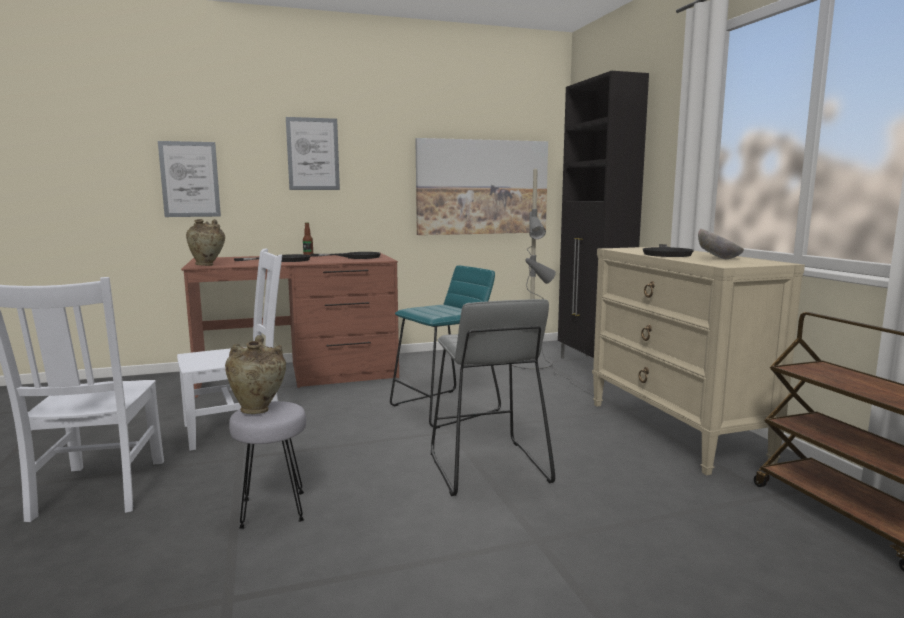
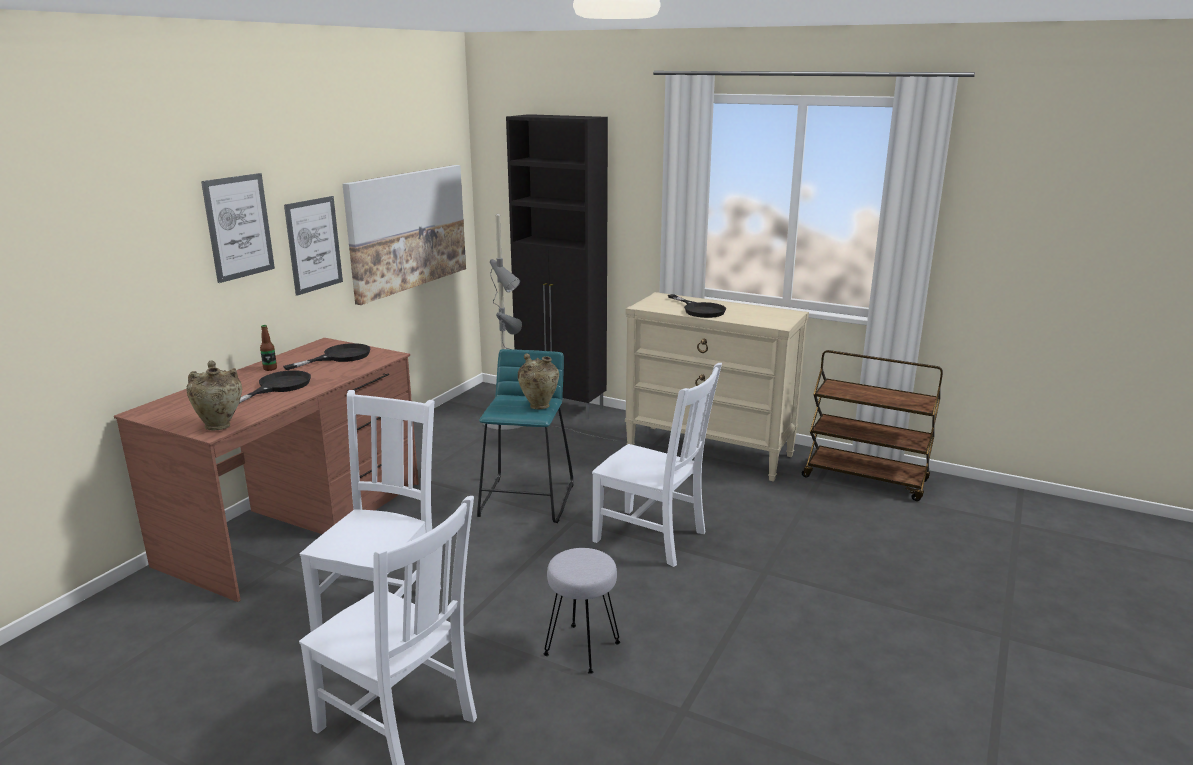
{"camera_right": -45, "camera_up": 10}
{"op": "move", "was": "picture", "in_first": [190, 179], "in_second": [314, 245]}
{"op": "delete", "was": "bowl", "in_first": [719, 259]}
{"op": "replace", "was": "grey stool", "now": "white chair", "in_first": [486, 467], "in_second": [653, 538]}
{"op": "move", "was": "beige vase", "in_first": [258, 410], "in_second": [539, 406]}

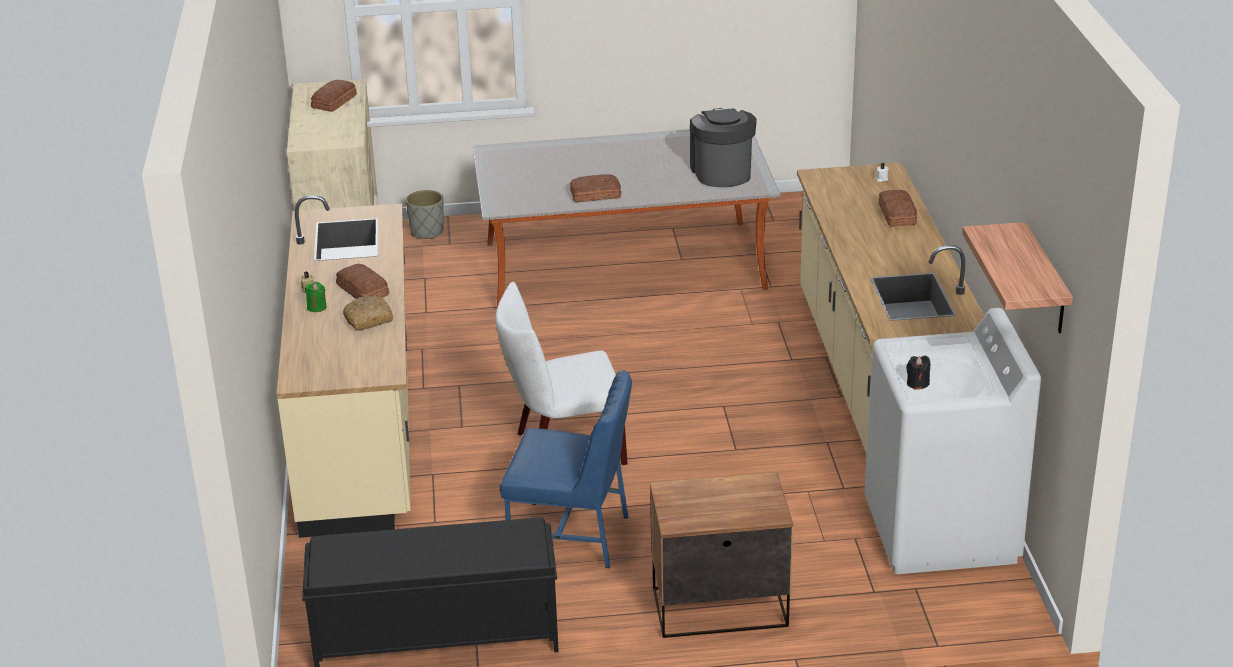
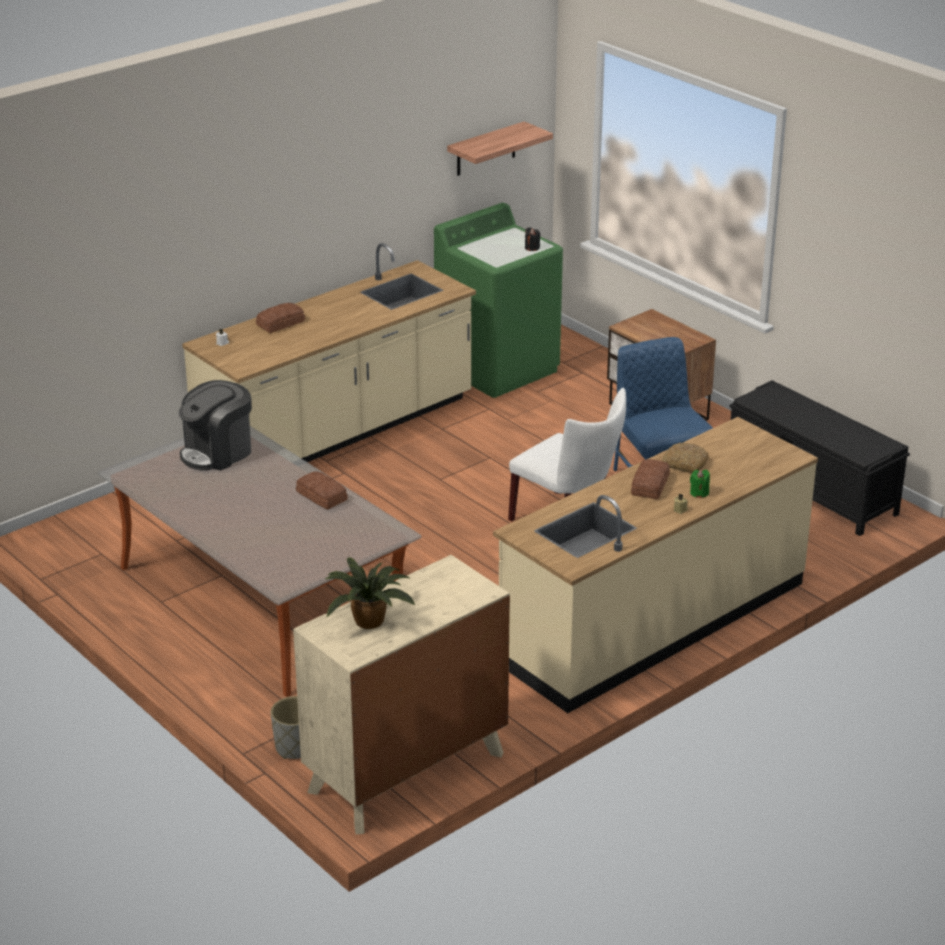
{"camera_right": -125, "camera_up": 0}
{"op": "replace", "was": "bread", "now": "potted plant", "in_first": [335, 101], "in_second": [369, 619]}
{"op": "recolor", "was": "white washing machine", "now": "green washing machine", "in_first": [941, 531], "in_second": [497, 368]}

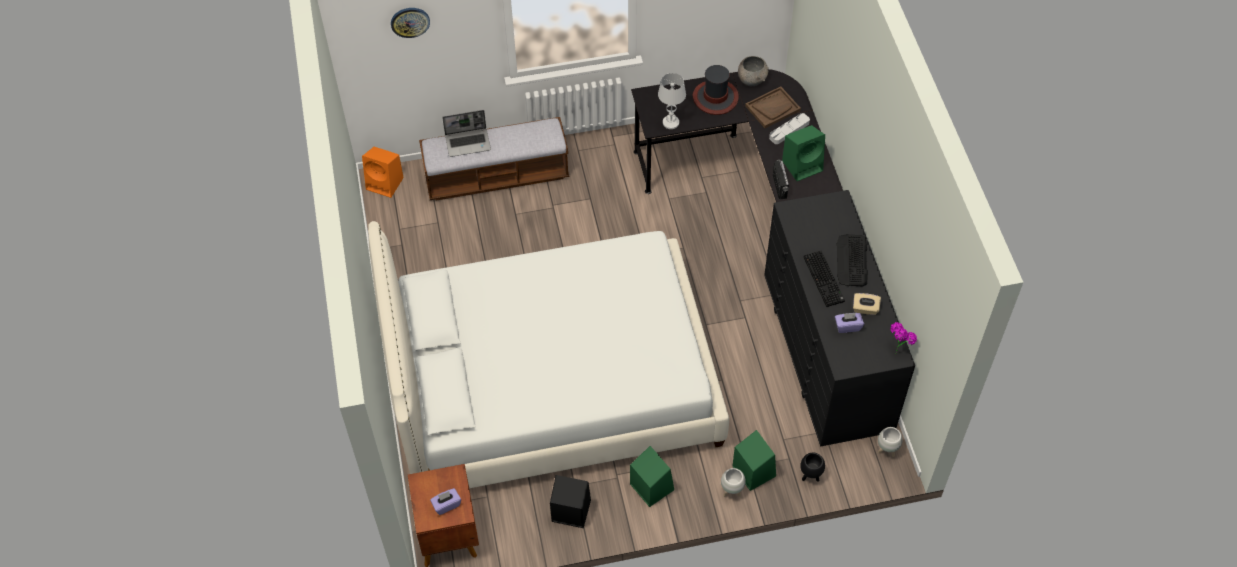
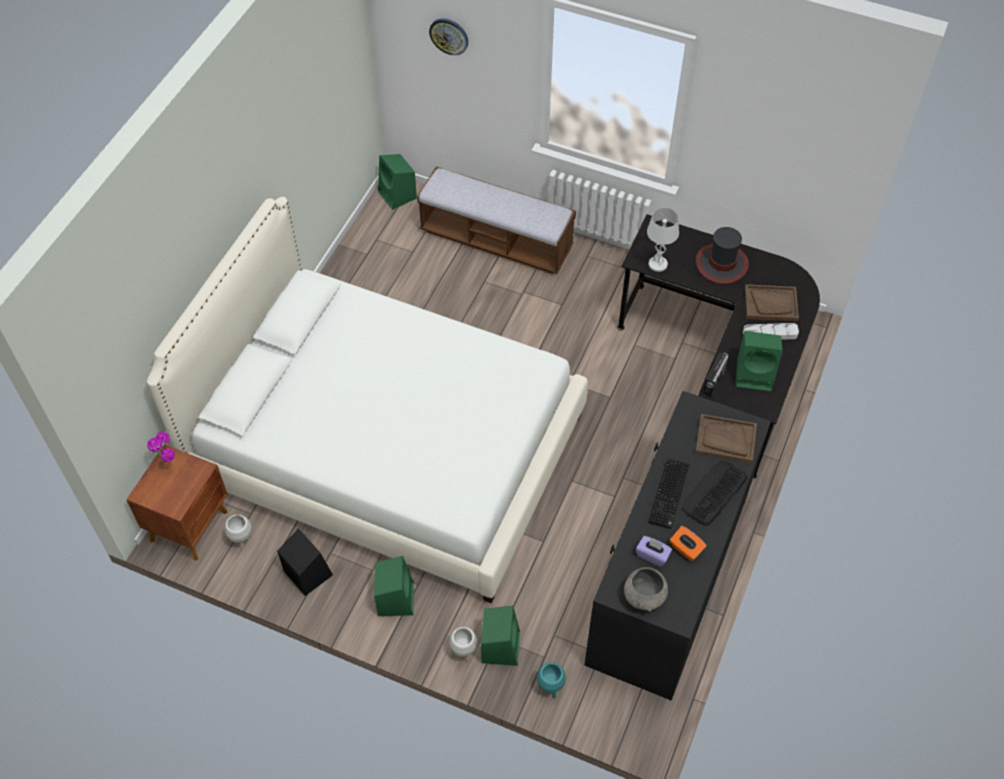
{"camera_right": 35, "camera_up": 0}
{"op": "move", "was": "grey bowl", "in_first": [752, 80], "in_second": [644, 597]}
{"op": "delete", "was": "laptop", "in_first": [468, 142]}
{"op": "recolor", "was": "orange speaker", "now": "green speaker", "in_first": [386, 183], "in_second": [398, 195]}
{"op": "recolor", "was": "beige tissue box", "now": "orange tissue box", "in_first": [865, 309], "in_second": [686, 549]}
{"op": "move", "was": "potted plant", "in_first": [897, 350], "in_second": [169, 463]}
{"op": "move", "was": "white planter", "in_first": [886, 451], "in_second": [242, 541]}
{"op": "recolor", "was": "black planter", "now": "turquoise planter", "in_first": [810, 476], "in_second": [550, 687]}
{"op": "delete", "was": "purple tissue box", "in_first": [446, 505]}
{"op": "insert", "now": "brown tray", "in_second": [725, 439]}

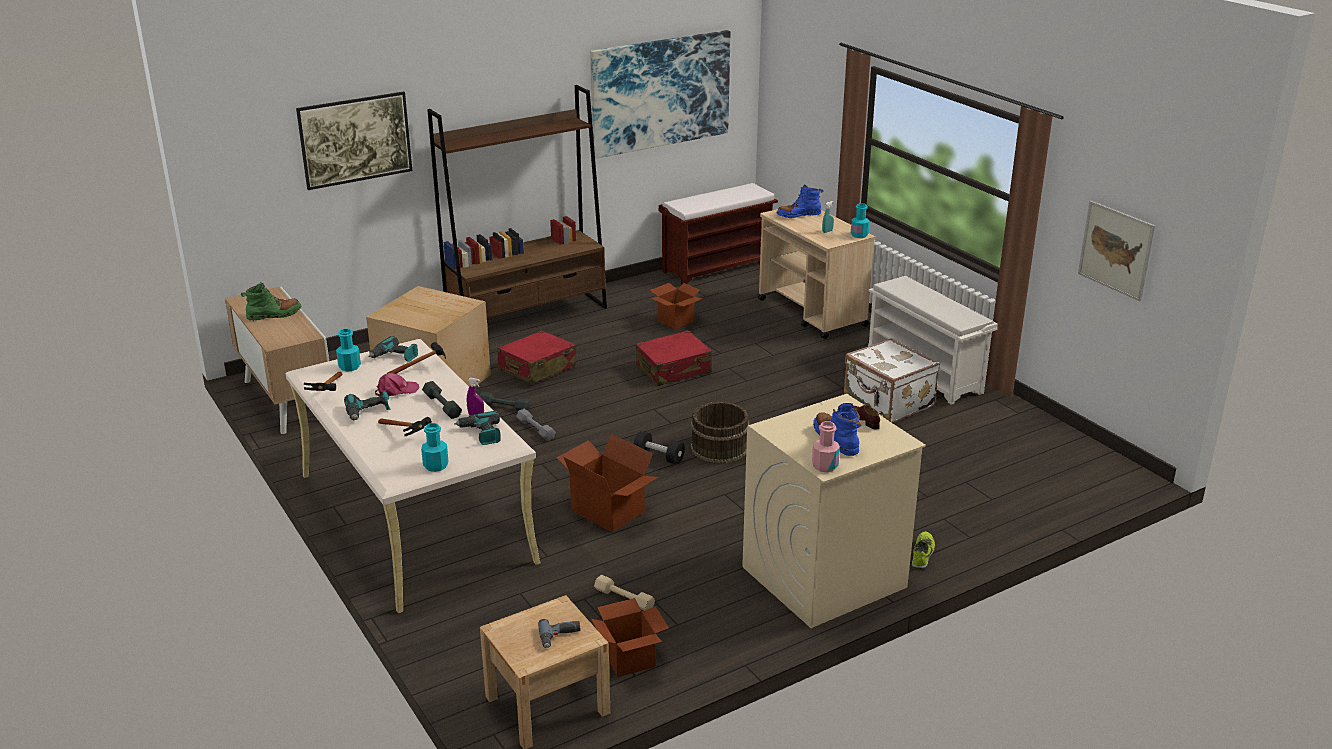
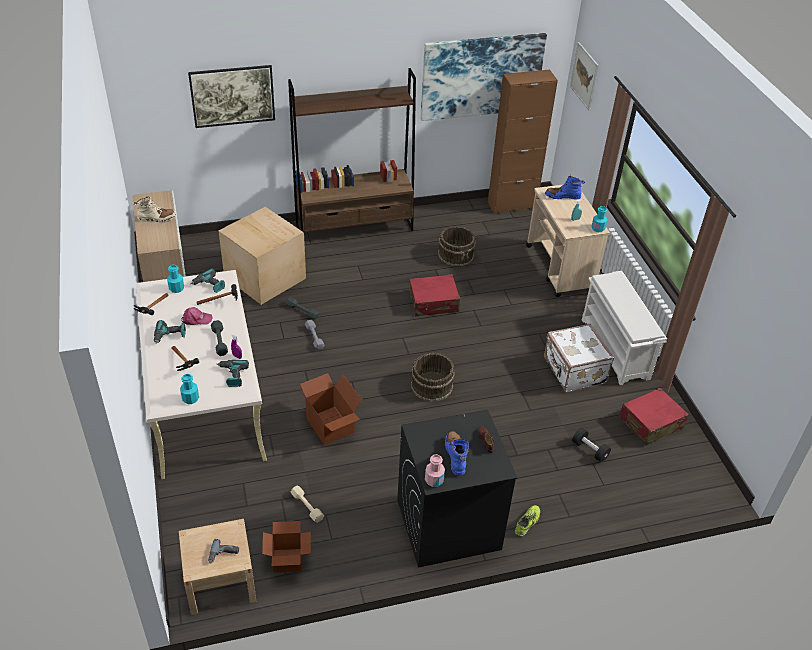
{"camera_right": 15, "camera_up": 15}
{"op": "replace", "was": "brown bench", "now": "brown cabinet", "in_first": [717, 266], "in_second": [512, 205]}
{"op": "move", "was": "picture", "in_first": [1116, 250], "in_second": [584, 76]}
{"op": "recolor", "was": "green boot", "now": "beige boot", "in_first": [274, 315], "in_second": [156, 218]}
{"op": "replace", "was": "cardboard box", "now": "brown bucket", "in_first": [675, 321], "in_second": [456, 254]}
{"op": "move", "was": "red suitcase", "in_first": [537, 368], "in_second": [650, 423]}
{"op": "recolor", "was": "beige washing machine", "now": "black washing machine", "in_first": [823, 577], "in_second": [447, 525]}
{"op": "move", "was": "black dumbbell", "in_first": [658, 457], "in_second": [589, 450]}

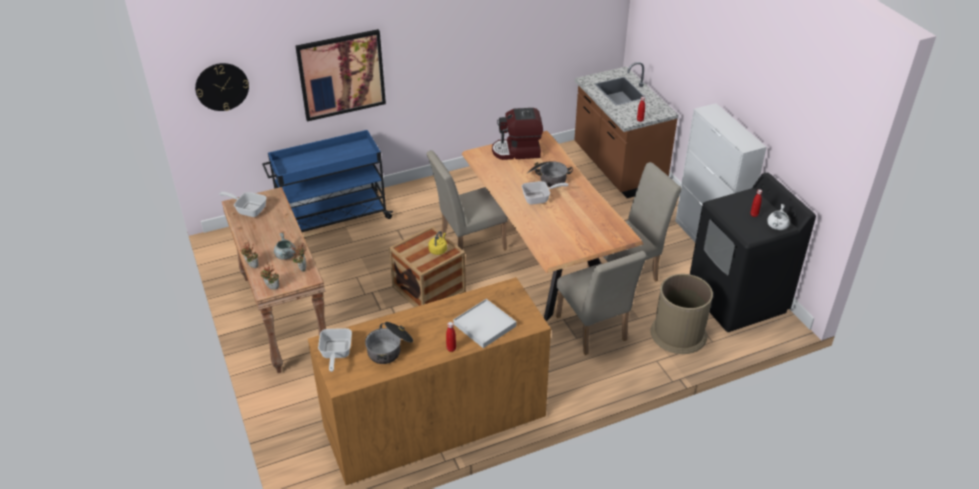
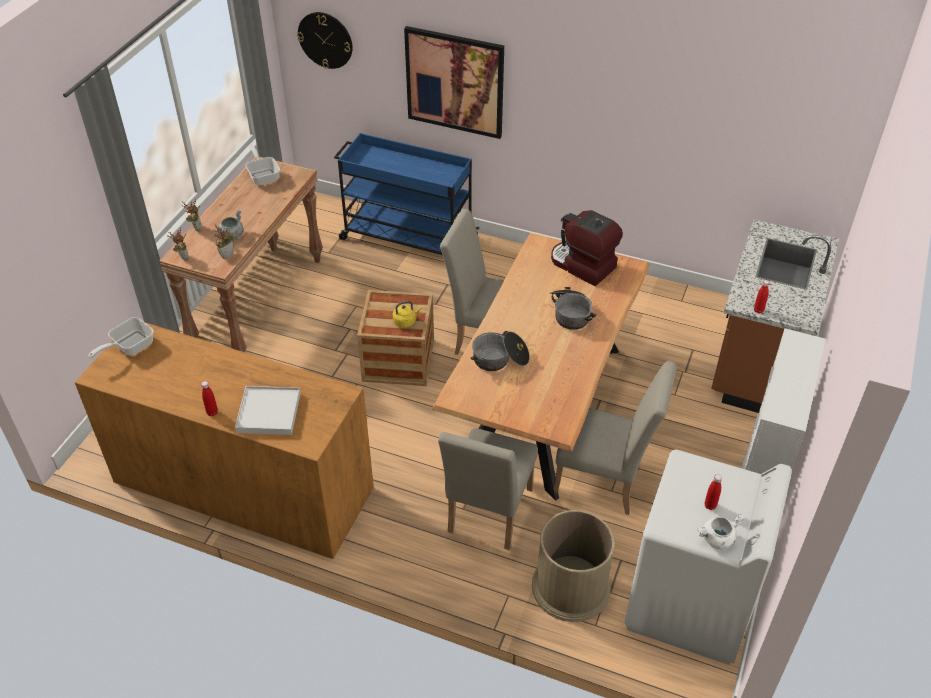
{"camera_right": 45, "camera_up": 5}
{"op": "recolor", "was": "black washing machine", "now": "white washing machine", "in_first": [737, 300], "in_second": [689, 605]}
{"op": "delete", "was": "frying pan", "in_first": [539, 198]}
{"op": "move", "was": "cooking pot", "in_first": [390, 349], "in_second": [500, 359]}

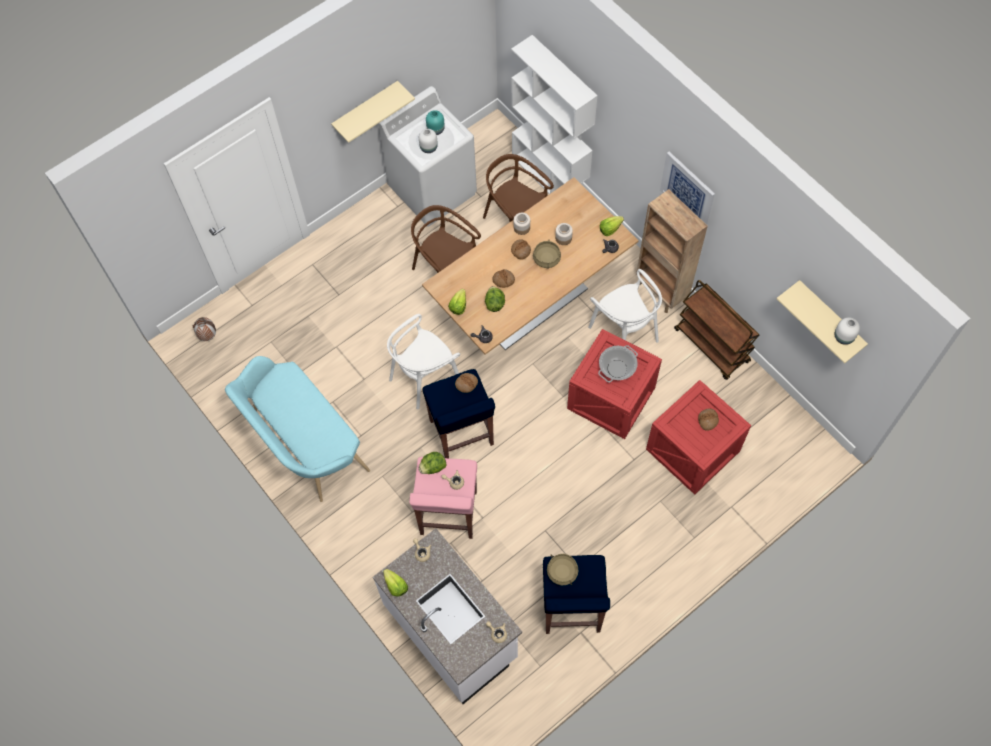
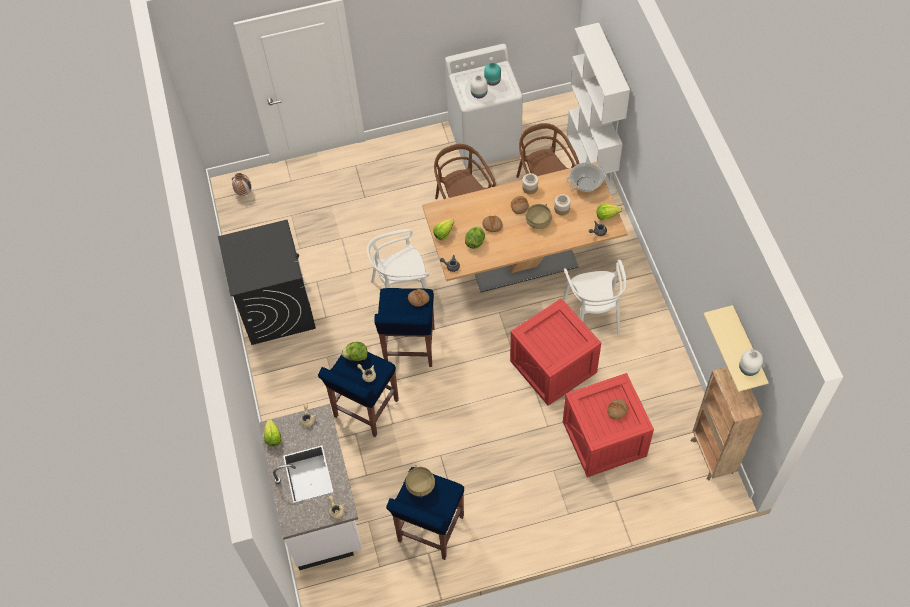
{"camera_right": 25, "camera_up": -5}
{"op": "delete", "was": "beige shelf", "in_first": [366, 109]}
{"op": "delete", "was": "picture", "in_first": [687, 191]}
{"op": "move", "was": "brown bookcase", "in_first": [661, 291], "in_second": [712, 457]}
{"op": "delete", "was": "brown cart", "in_first": [712, 346]}
{"op": "move", "was": "cooking pot", "in_first": [617, 369], "in_second": [585, 184]}
{"op": "replace", "was": "turquoise bench", "now": "black washing machine", "in_first": [304, 445], "in_second": [276, 307]}
{"op": "recolor", "was": "pink stool", "now": "blue stool", "in_first": [448, 514], "in_second": [365, 409]}

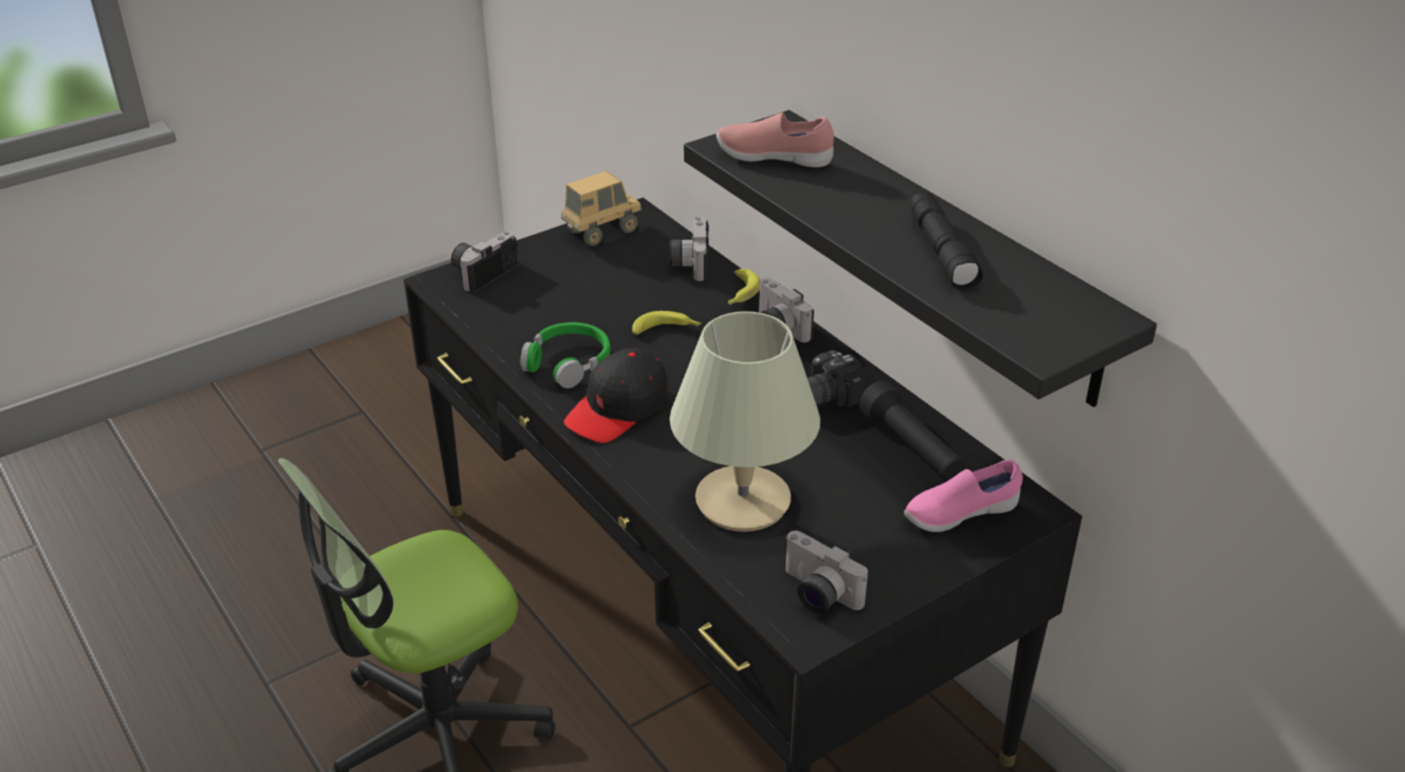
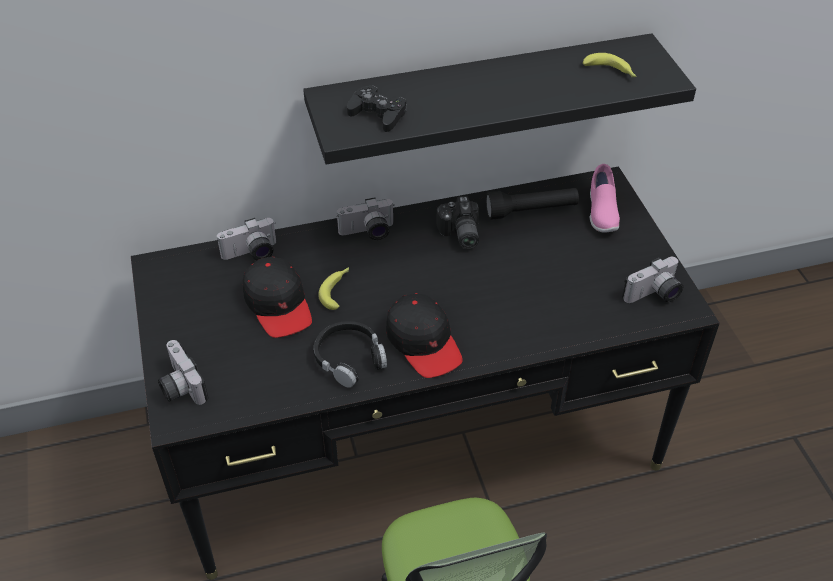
{"camera_right": -70, "camera_up": 10}
{"op": "replace", "was": "pink shoe", "now": "black game controller", "in_first": [774, 158], "in_second": [378, 114]}
{"op": "delete", "was": "toy truck", "in_first": [602, 232]}
{"op": "delete", "was": "black flashlight", "in_first": [943, 253]}
{"op": "rotate", "was": "photo camera", "in_first": [689, 262], "in_second": [251, 254], "clockwise": -45}
{"op": "move", "was": "banana", "in_first": [739, 294], "in_second": [611, 72]}
{"op": "delete", "was": "beige table lamp", "in_first": [743, 500]}
{"op": "recolor", "was": "green headphones", "now": "black headphones", "in_first": [568, 362], "in_second": [349, 358]}
{"op": "insert", "now": "black cap", "in_second": [278, 304]}

